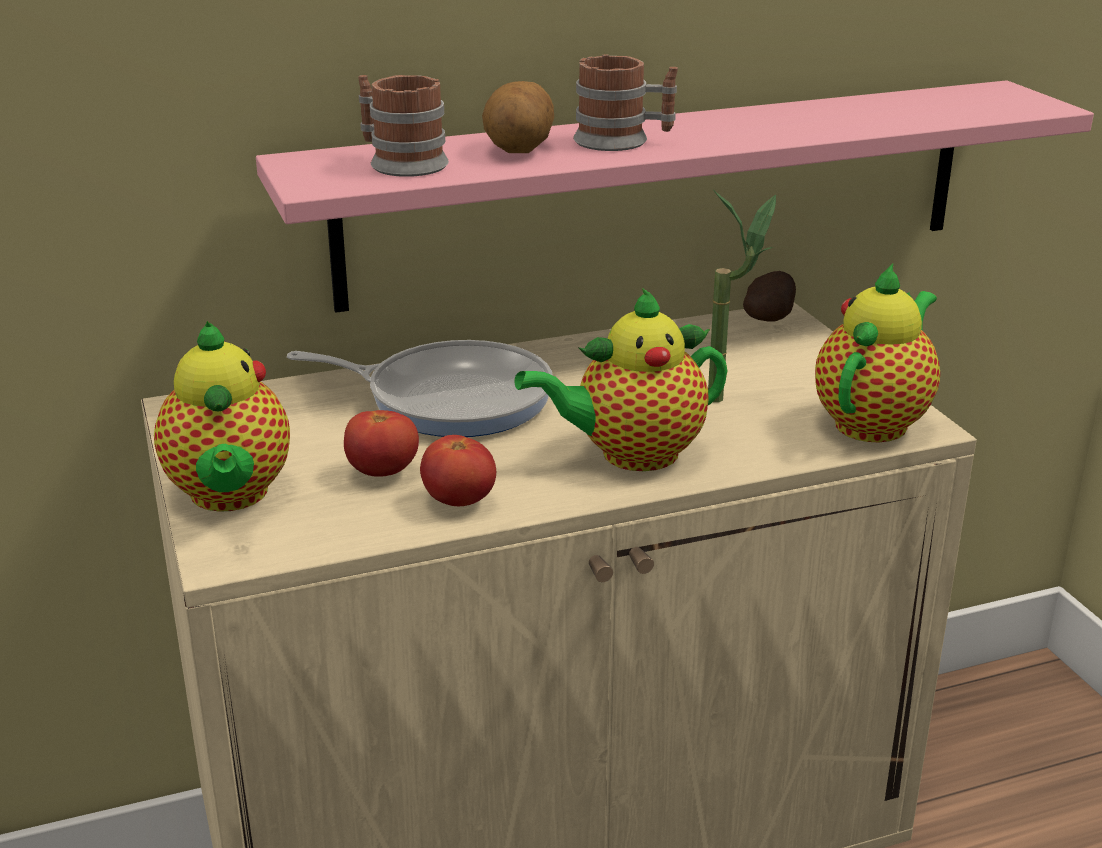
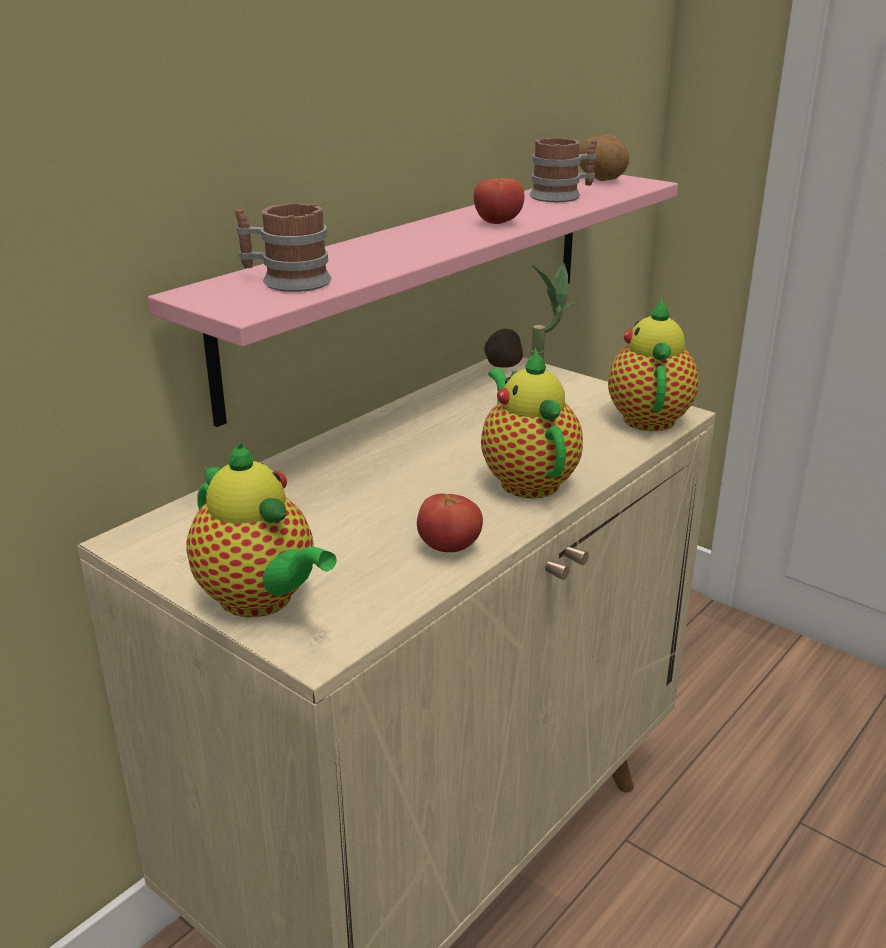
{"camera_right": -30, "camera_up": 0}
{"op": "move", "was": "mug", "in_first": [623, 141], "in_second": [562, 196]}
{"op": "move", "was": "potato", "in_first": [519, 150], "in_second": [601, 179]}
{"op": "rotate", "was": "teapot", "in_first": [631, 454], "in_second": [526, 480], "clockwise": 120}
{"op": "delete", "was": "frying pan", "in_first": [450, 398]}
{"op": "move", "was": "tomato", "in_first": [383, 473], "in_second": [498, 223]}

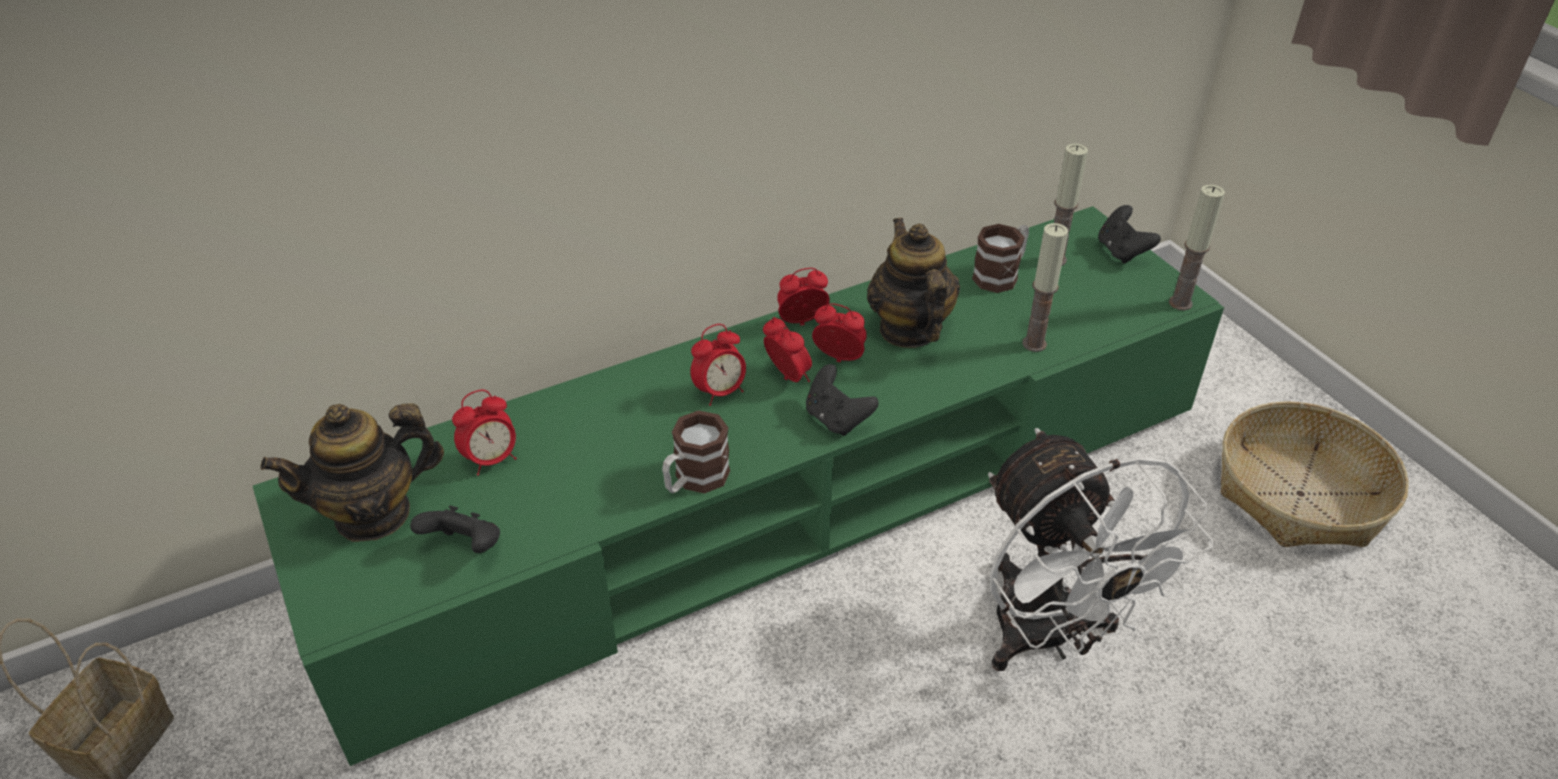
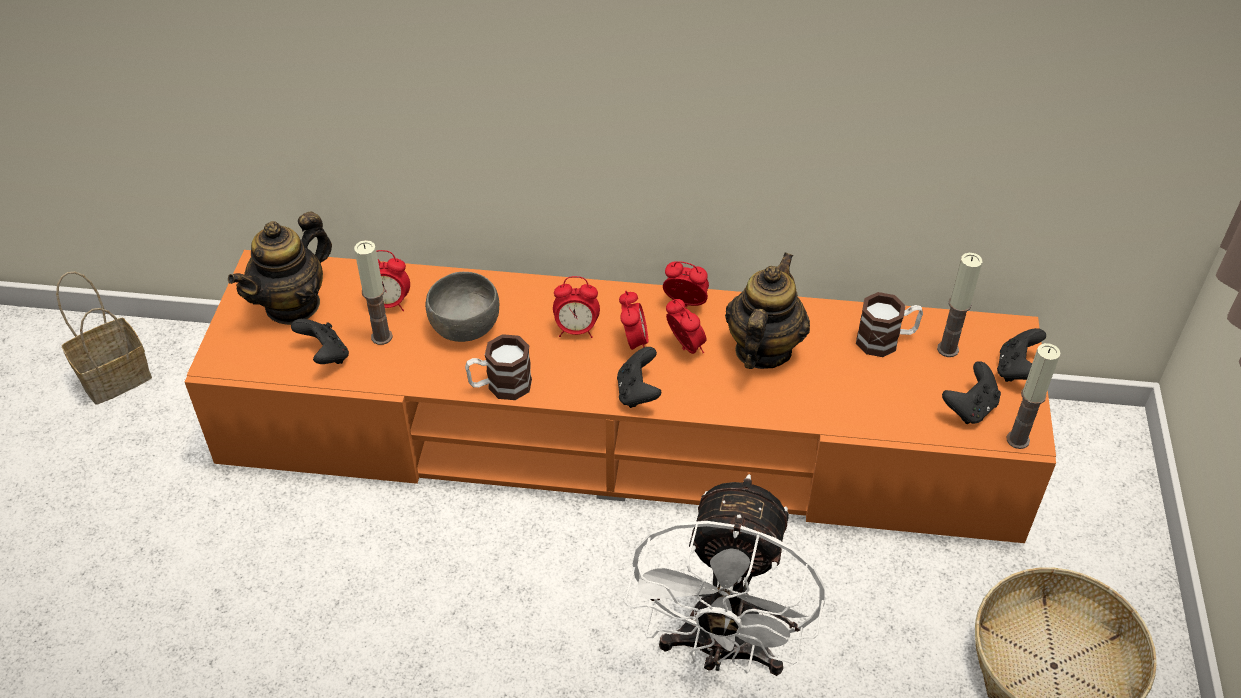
{"camera_right": 35, "camera_up": 5}
{"op": "recolor", "was": "green tv stand", "now": "orange tv stand", "in_first": [781, 498], "in_second": [622, 437]}
{"op": "move", "was": "candle", "in_first": [1034, 344], "in_second": [381, 337]}
{"op": "rotate", "was": "teapot", "in_first": [373, 514], "in_second": [293, 305], "clockwise": -60}
{"op": "insert", "now": "grey bowl", "in_second": [464, 327]}
{"op": "insert", "now": "black game controller", "in_second": [970, 408]}

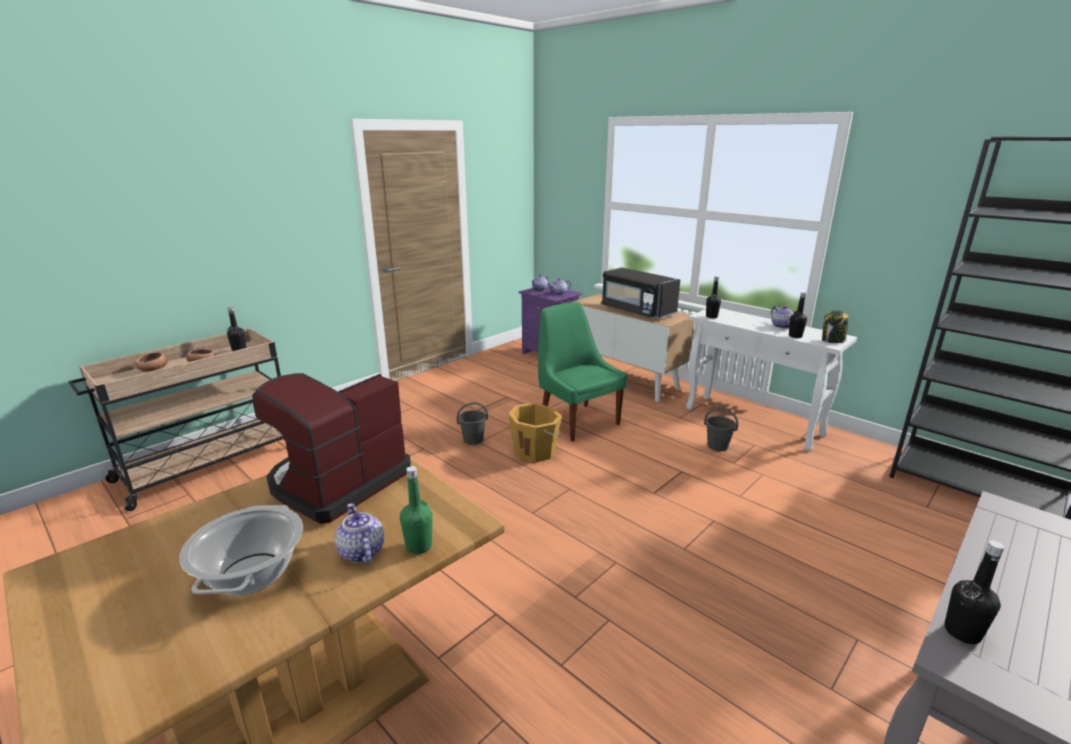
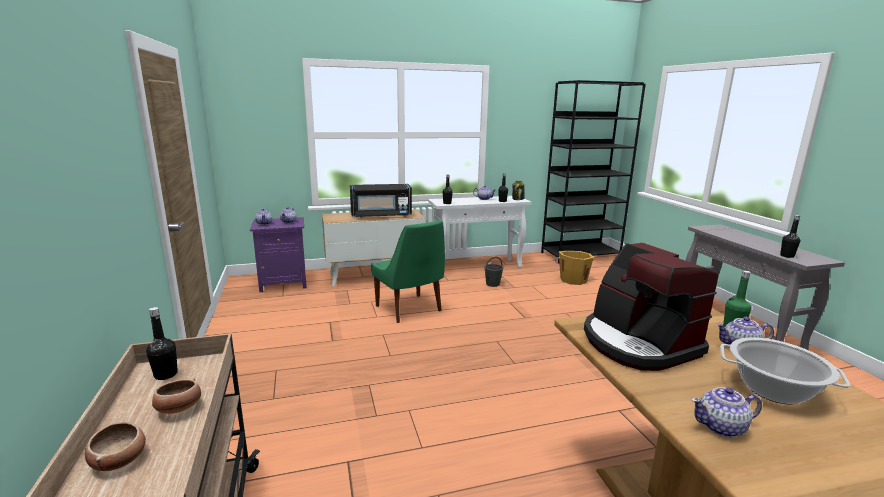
{"camera_right": -60, "camera_up": -5}
{"op": "rotate", "was": "green chair", "in_first": [577, 421], "in_second": [410, 309], "clockwise": -120}
{"op": "delete", "was": "grey bucket", "in_first": [473, 439]}
{"op": "move", "was": "orange bucket", "in_first": [535, 451], "in_second": [573, 279]}
{"op": "insert", "now": "teapot", "in_second": [721, 427]}

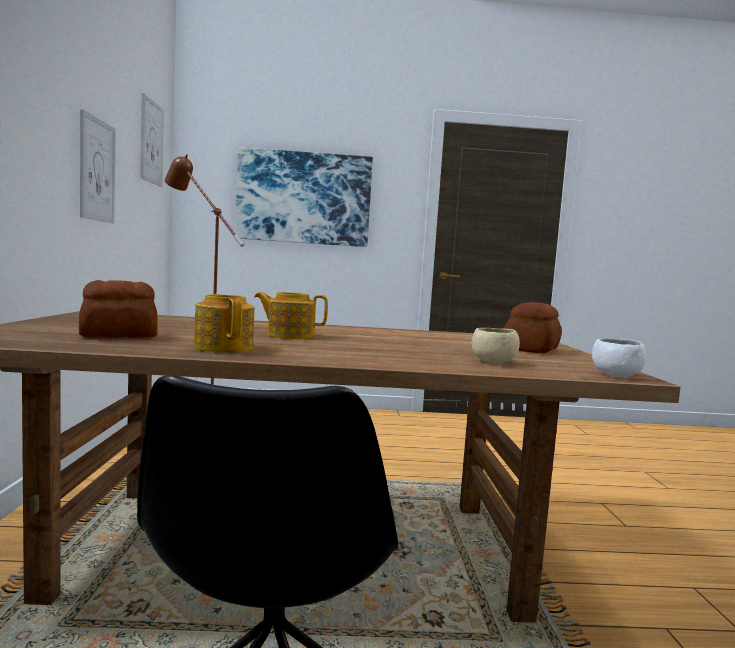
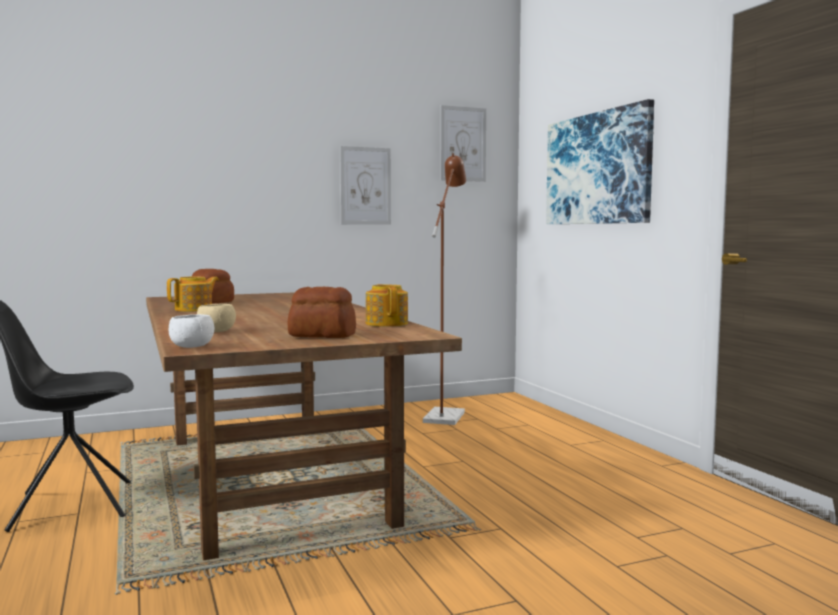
{"camera_right": 70, "camera_up": 0}
{"op": "move", "was": "teapot", "in_first": [289, 335], "in_second": [387, 323]}

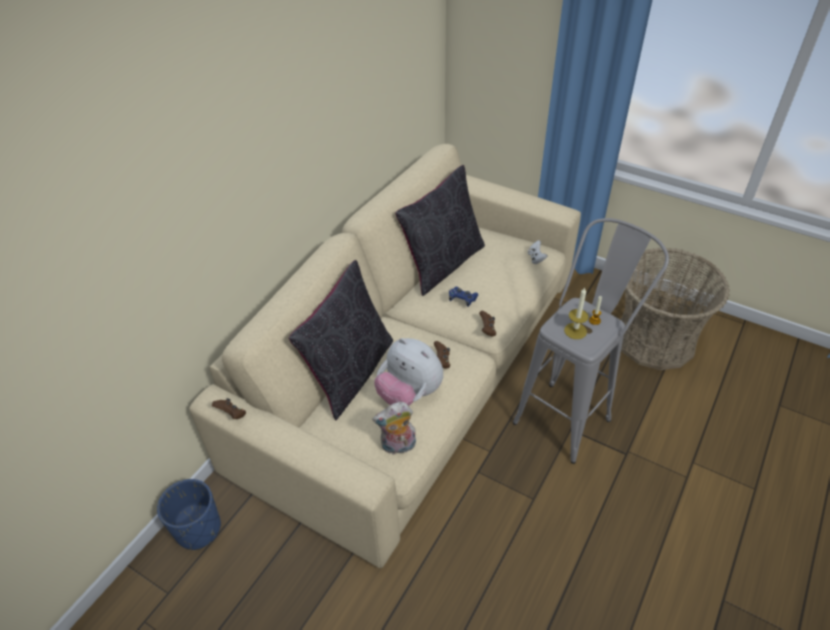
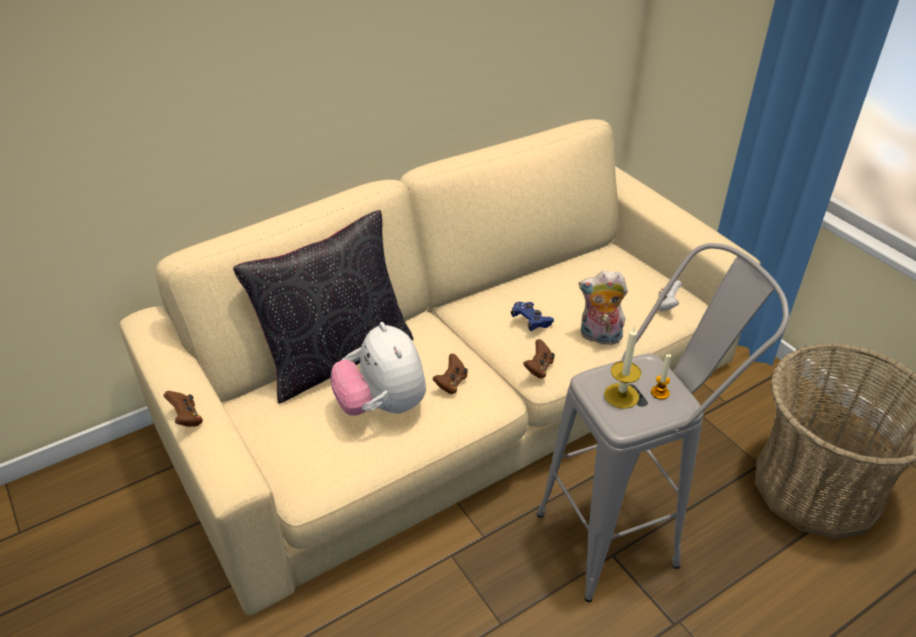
{"camera_right": 25, "camera_up": -5}
{"op": "delete", "was": "black pillow", "in_first": [443, 263]}
{"op": "move", "was": "brown game controller", "in_first": [232, 414], "in_second": [187, 418]}
{"op": "move", "was": "plush toy", "in_first": [398, 447], "in_second": [599, 337]}
{"op": "delete", "was": "blue planter", "in_first": [198, 529]}

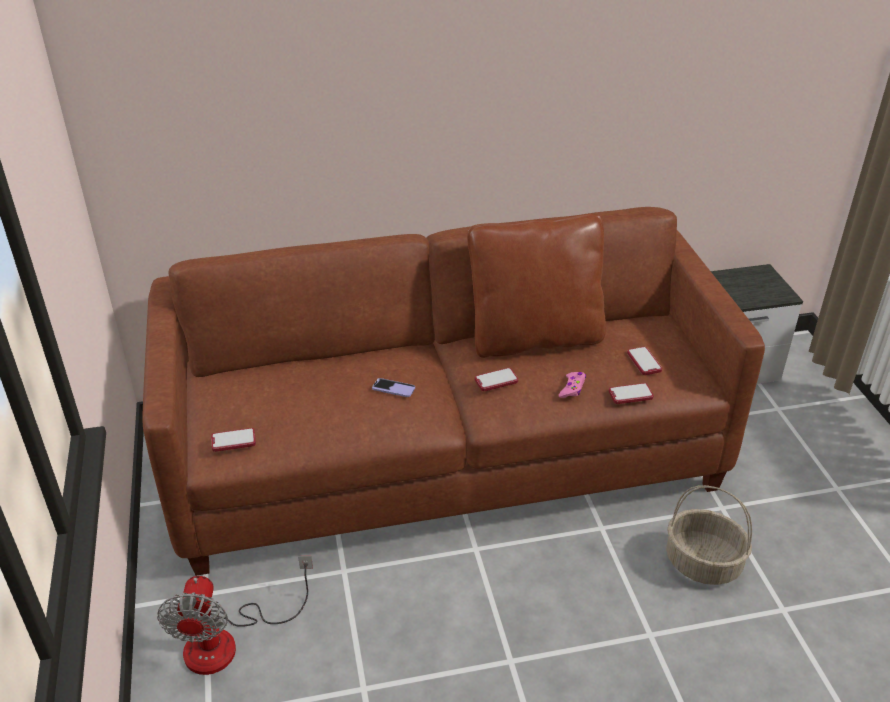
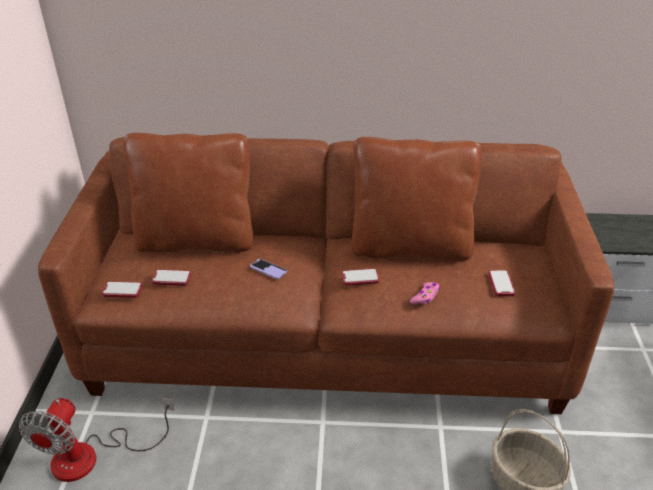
{"camera_right": 15, "camera_up": 0}
{"op": "move", "was": "phone", "in_first": [630, 395], "in_second": [171, 278]}
{"op": "insert", "now": "brown pillow", "in_second": [196, 240]}

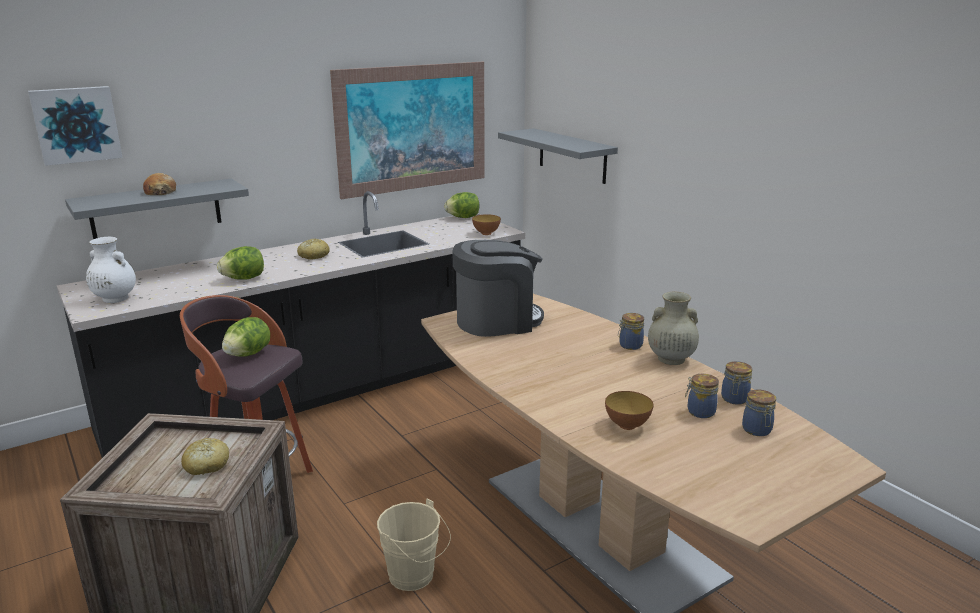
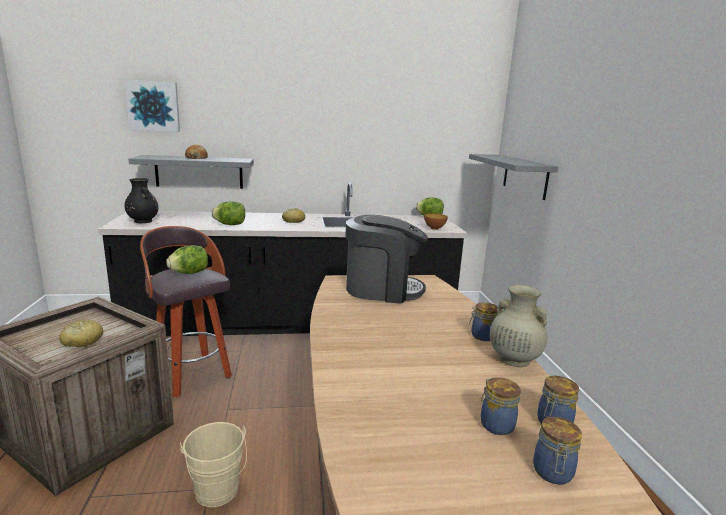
{"camera_right": 25, "camera_up": -5}
{"op": "delete", "was": "picture", "in_first": [413, 128]}
{"op": "recolor", "was": "white vase", "now": "black vase", "in_first": [114, 298], "in_second": [142, 221]}
{"op": "delete", "was": "bowl", "in_first": [627, 425]}

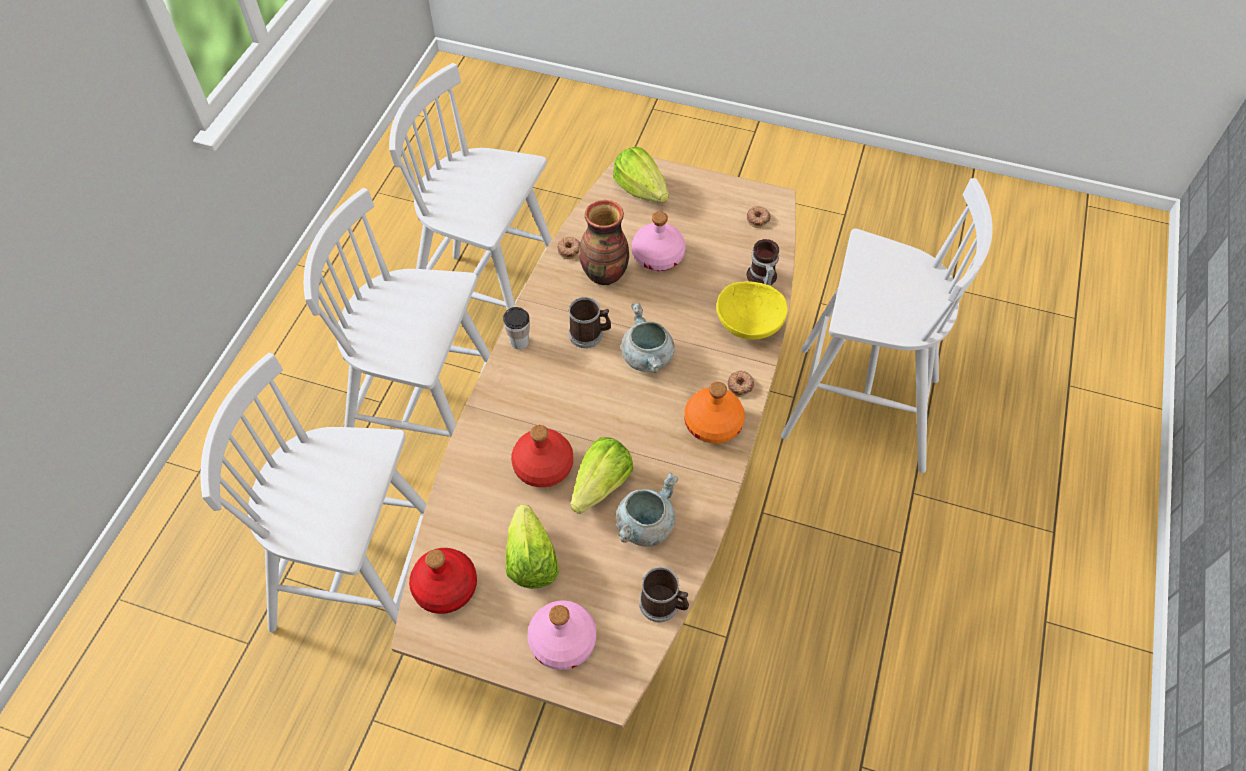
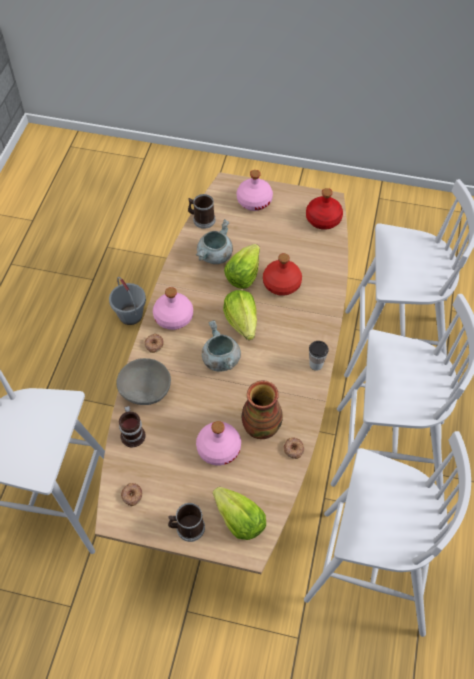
{"camera_right": 175, "camera_up": 0}
{"op": "recolor", "was": "yellow bowl", "now": "grey bowl", "in_first": [748, 324], "in_second": [146, 391]}
{"op": "move", "was": "mug", "in_first": [590, 334], "in_second": [187, 528]}
{"op": "recolor", "was": "orange bottle", "now": "pink bottle", "in_first": [713, 423], "in_second": [173, 317]}
{"op": "move", "was": "lettuce", "in_first": [531, 560], "in_second": [242, 322]}
{"op": "insert", "now": "grey bucket", "in_second": [130, 315]}

